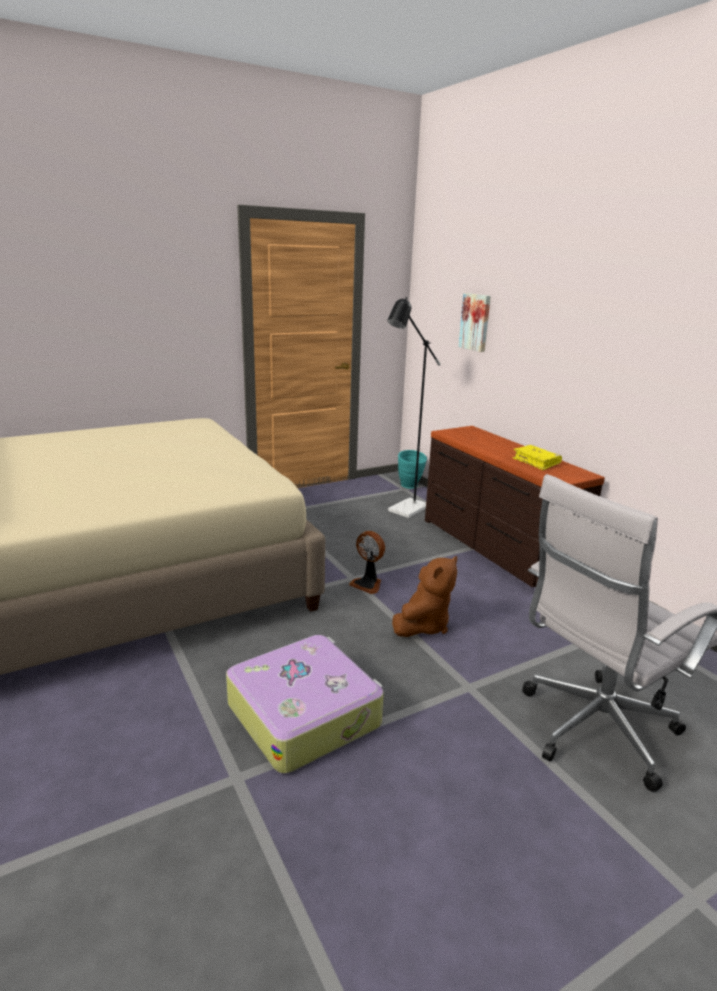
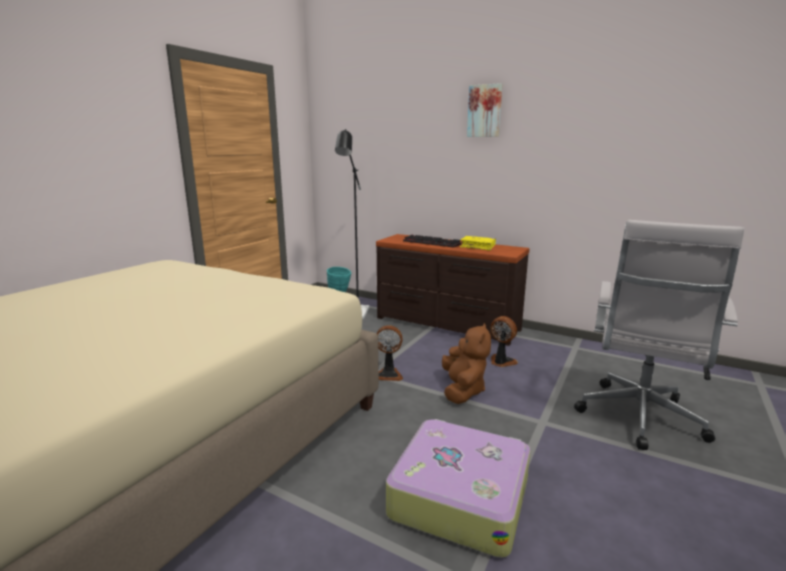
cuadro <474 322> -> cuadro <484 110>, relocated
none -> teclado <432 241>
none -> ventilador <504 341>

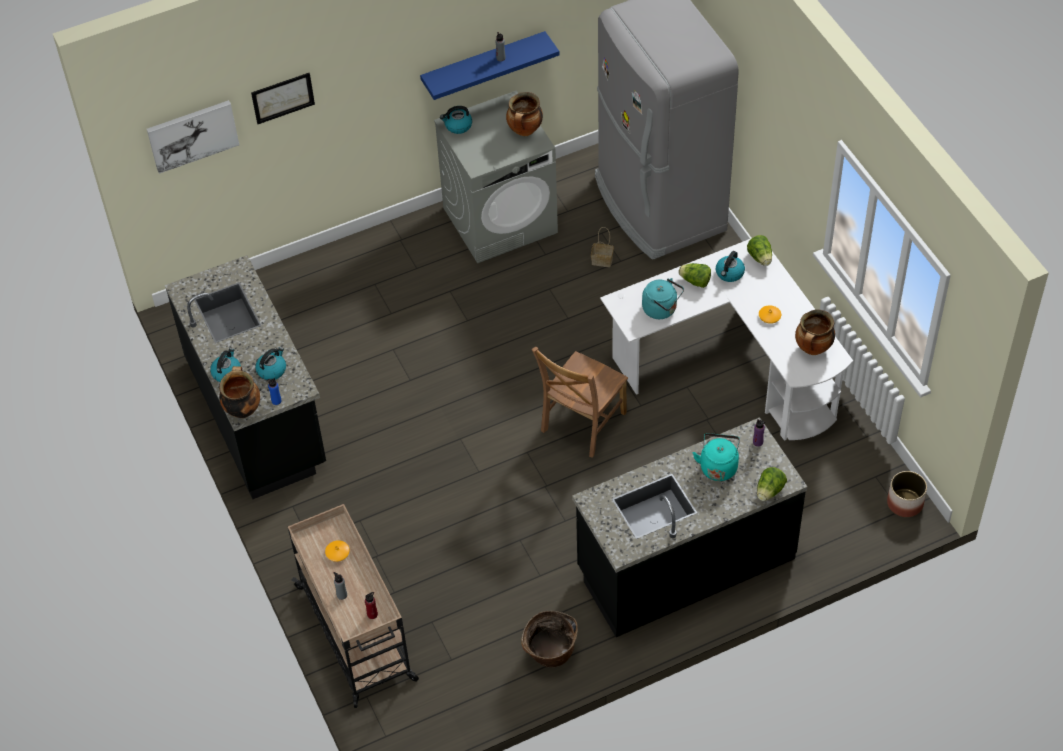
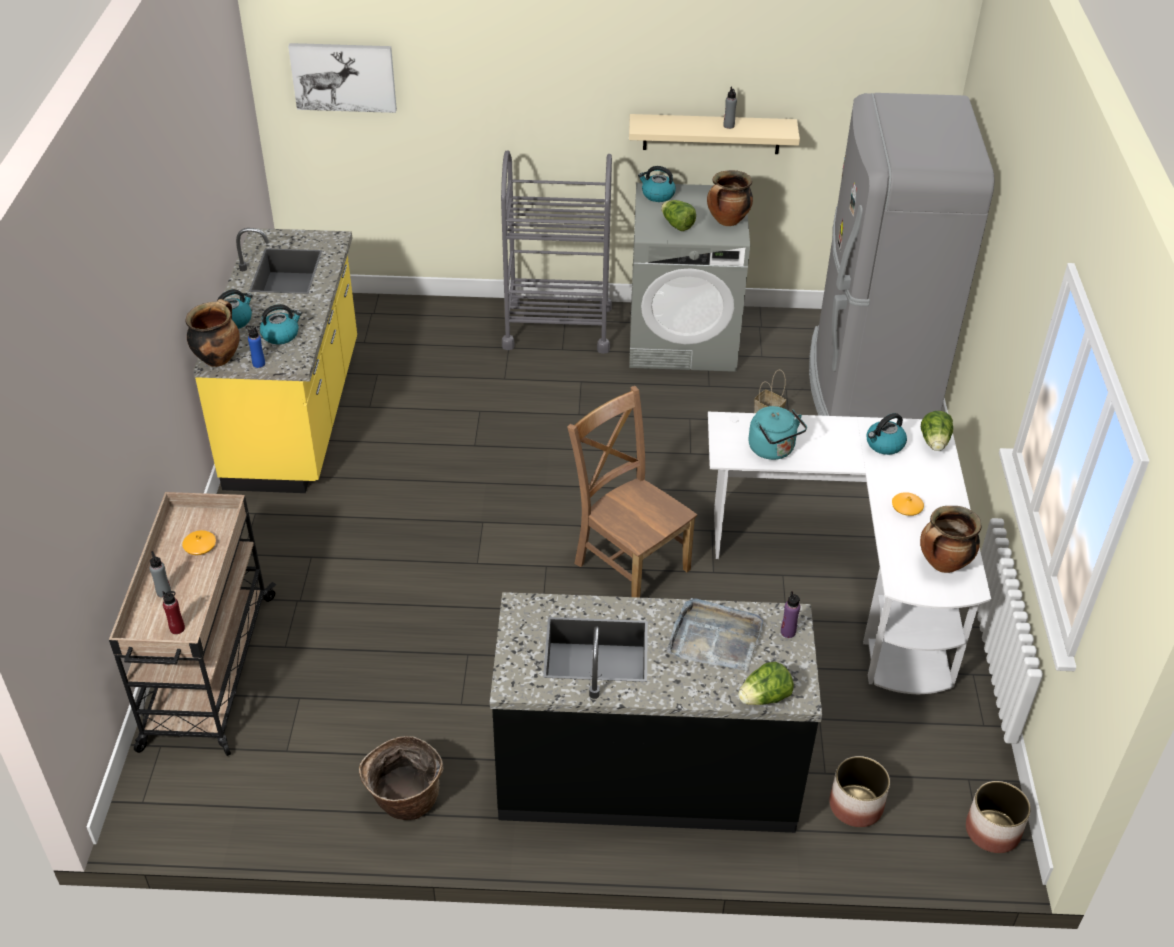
estante/azul <490 65> -> estante/beis <714 134>
cuadro <283 98> -> none
mueble bajo de cocina/negro <245 377> -> mueble bajo de cocina/amarillo <275 360>
lechuga <694 275> -> lechuga <678 215>, relocated
silla/marrón <580 402> -> silla/marrón <632 492>, 75 degrees clockwise
hervidor/turquesa <716 457> -> bandeja/gris <715 634>
none -> carrito/gris <556 252>
none -> maceta <859 791>

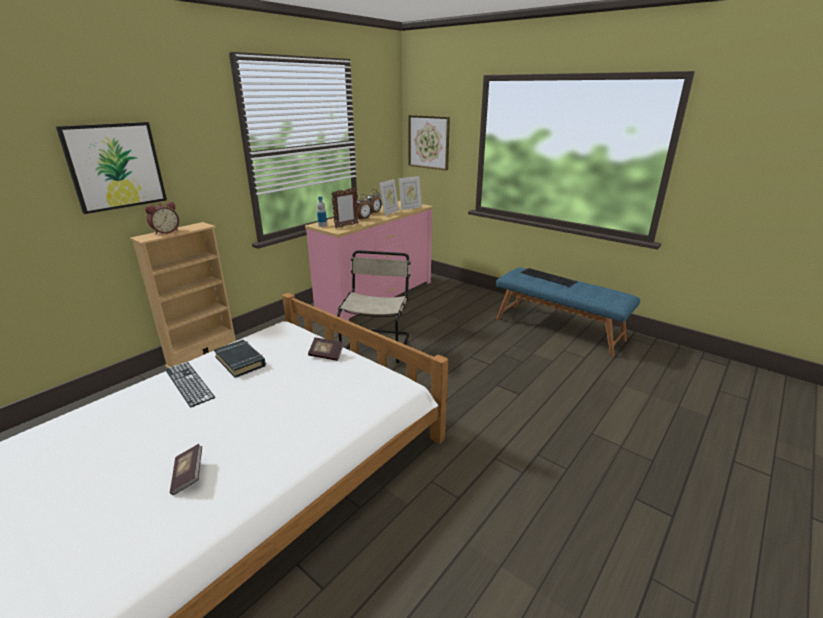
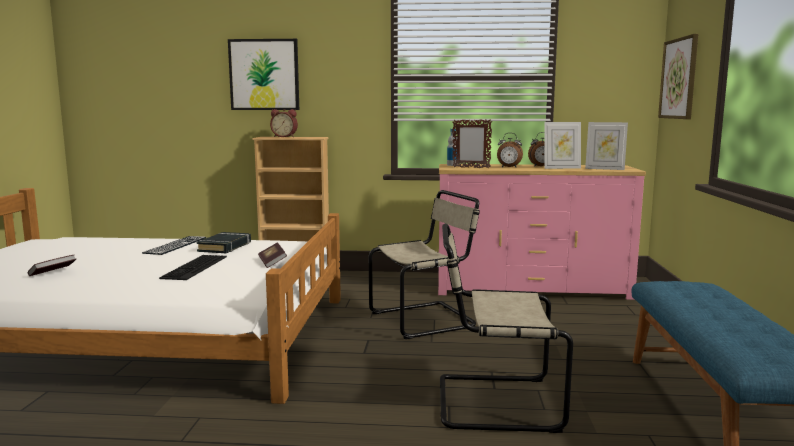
teclado <548 277> -> teclado <193 267>, relocated
none -> silla/beis <506 328>

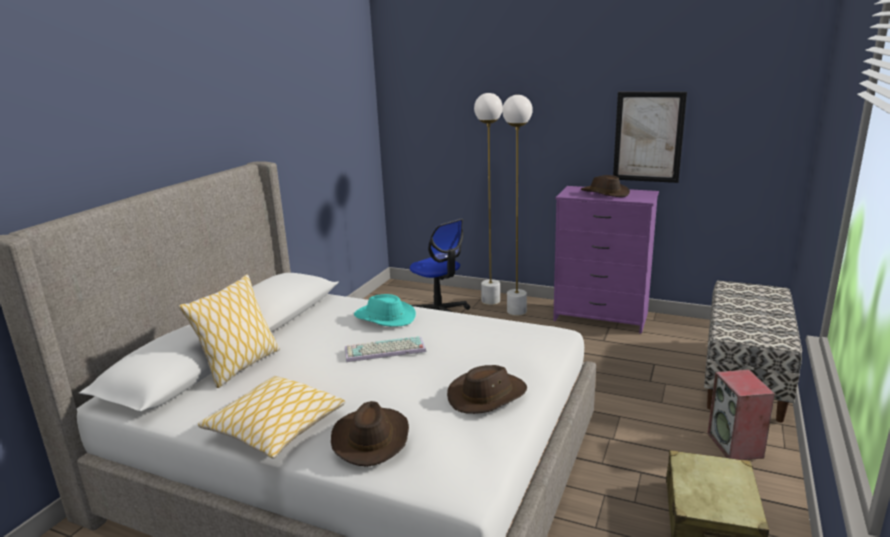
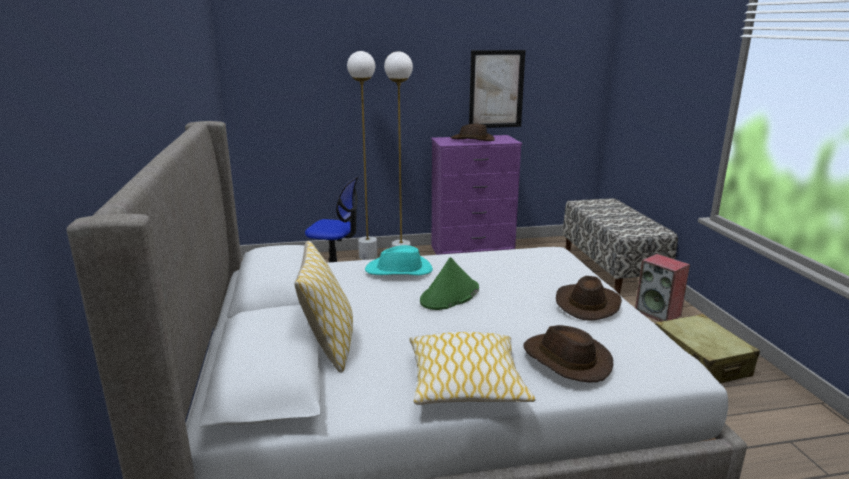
teclado <385 349> -> sombrero/verde <449 283>

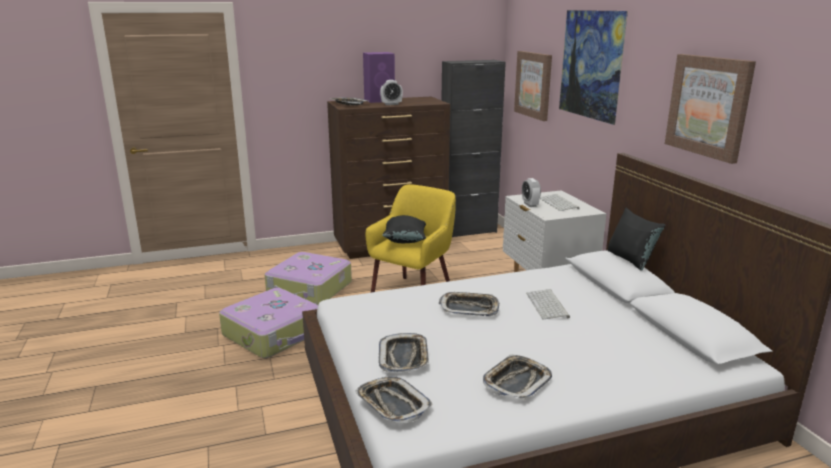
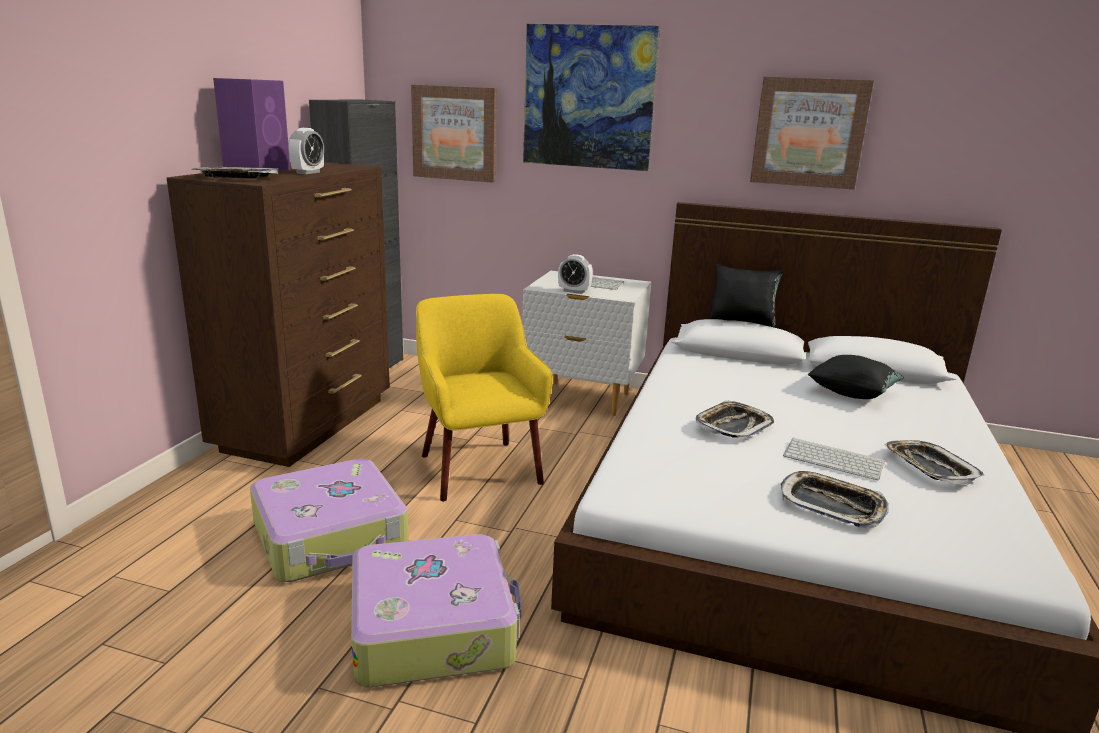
cojín/negro <404 229> -> cojín/negro <856 377>, relocated
teclado <548 304> -> teclado <834 458>, relocated
bandeja <394 399> -> none

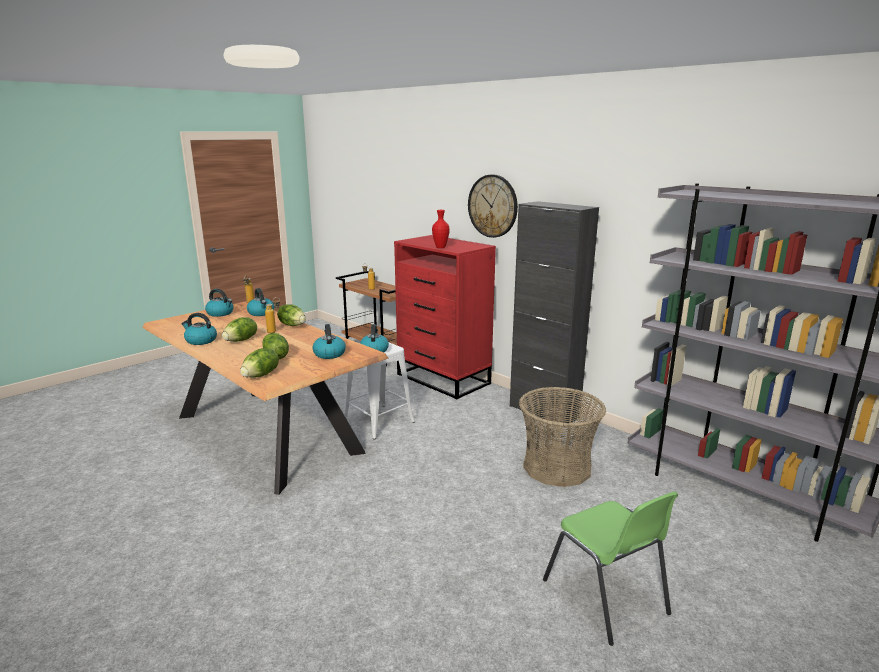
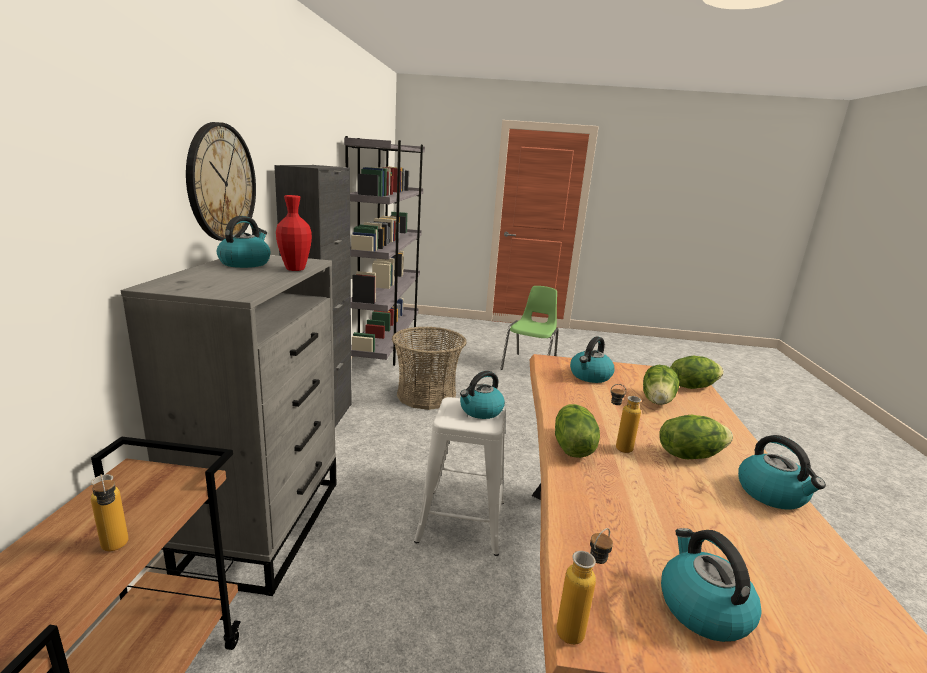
cómoda/rojo <445 317> -> cómoda/gris <228 425>
hervidor <260 302> -> hervidor <244 242>, relocated

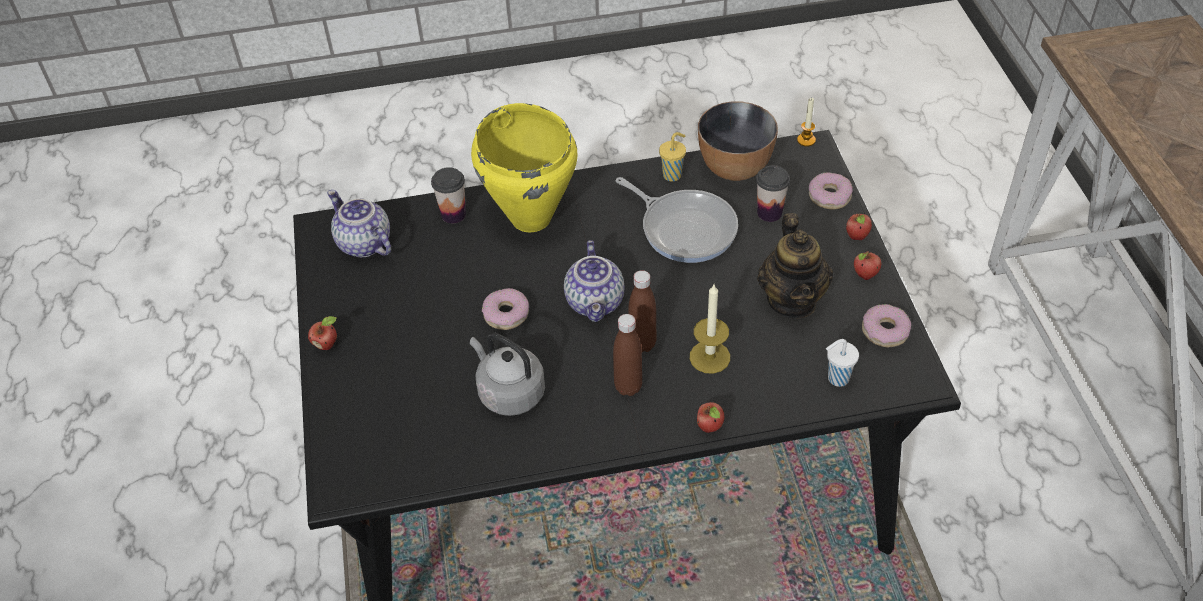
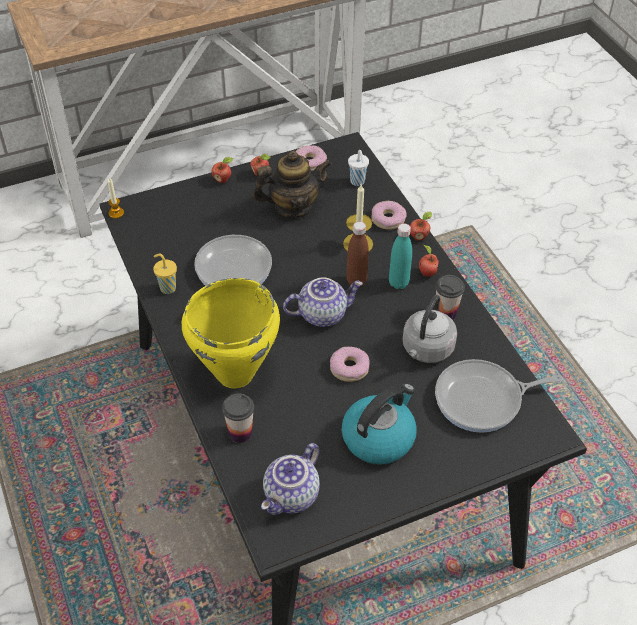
cuenco <738 141> -> none
taza <773 193> -> taza <450 297>, relocated
rosquilla <831 191> -> rosquilla <388 215>, relocated
botella/marrón <627 355> -> botella/turquesa <400 256>
manzana <322 333> -> manzana <429 260>, relocated
none -> sartén <498 396>
none -> hervidor <379 424>

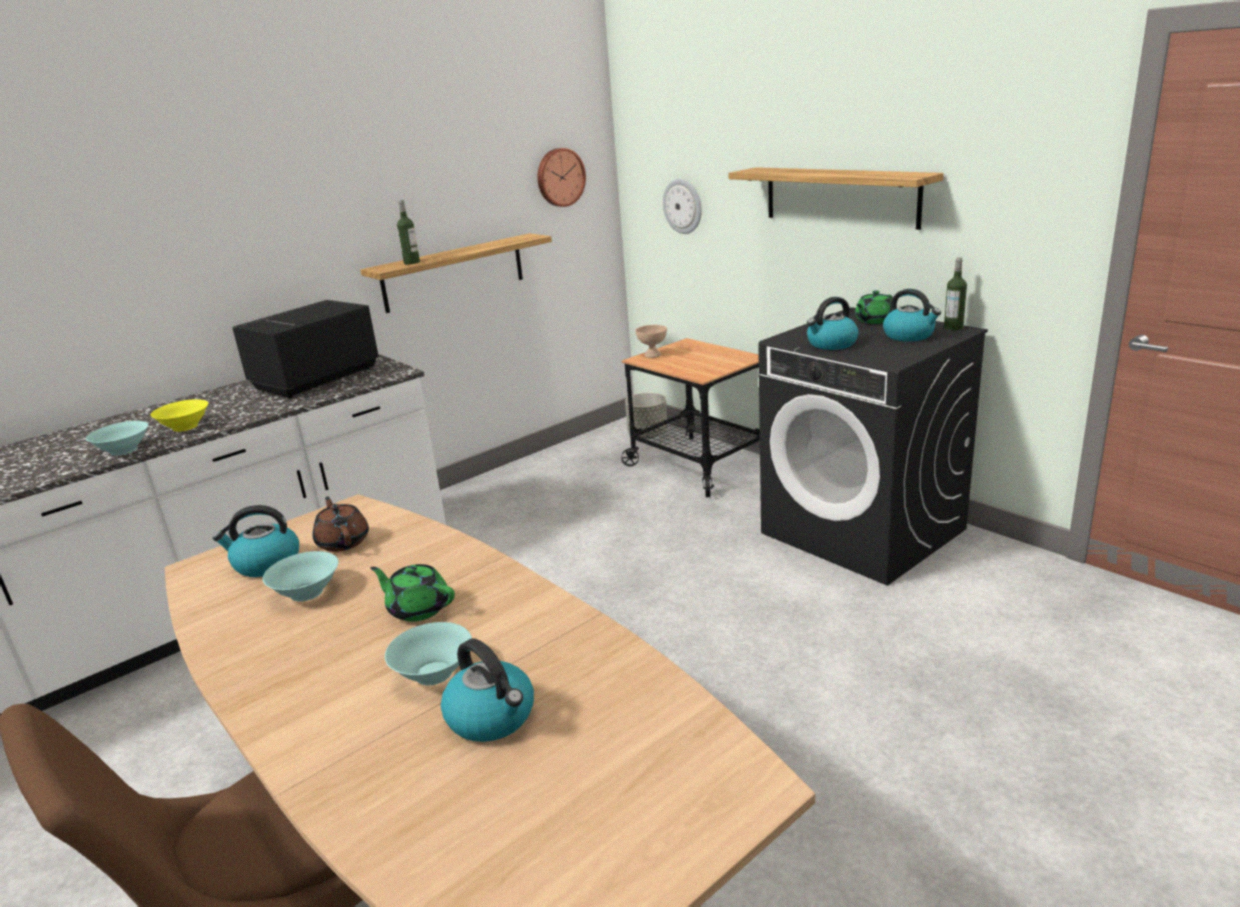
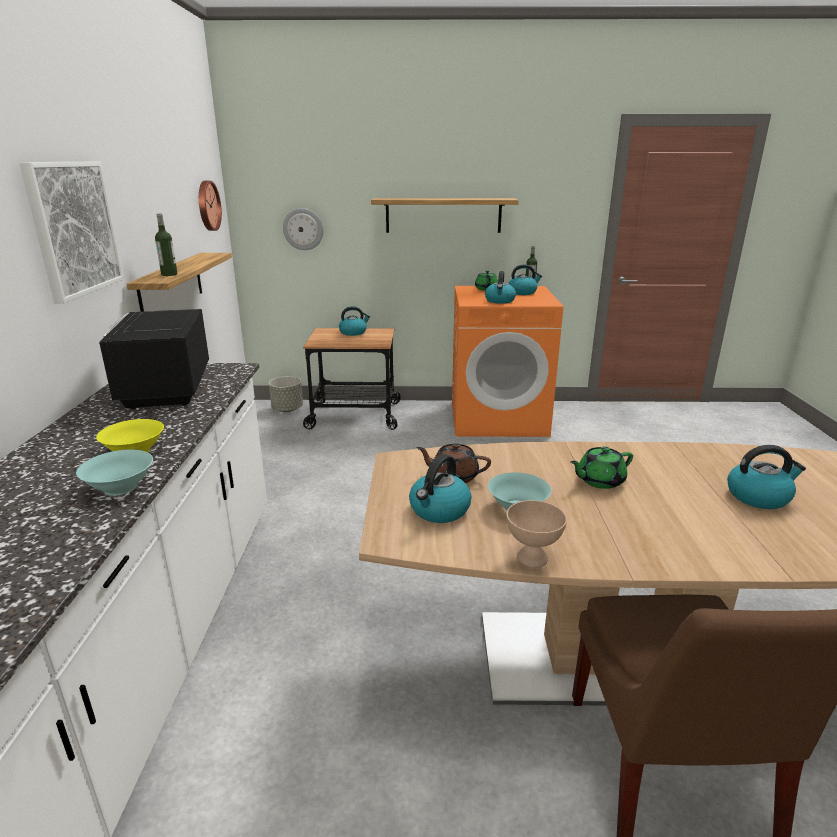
lavadora/negro <873 446> -> lavadora/naranja <507 361>
cuenco/beis <651 341> -> cuenco/beis <536 534>, relocated
cuenco/turquesa <428 653> -> none
none -> cuadro <71 233>
none -> hervidor <354 321>

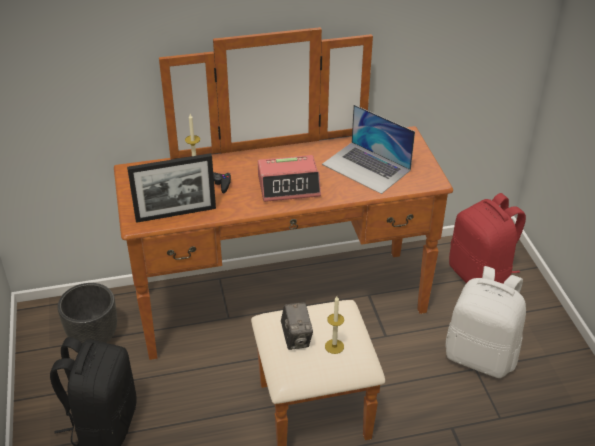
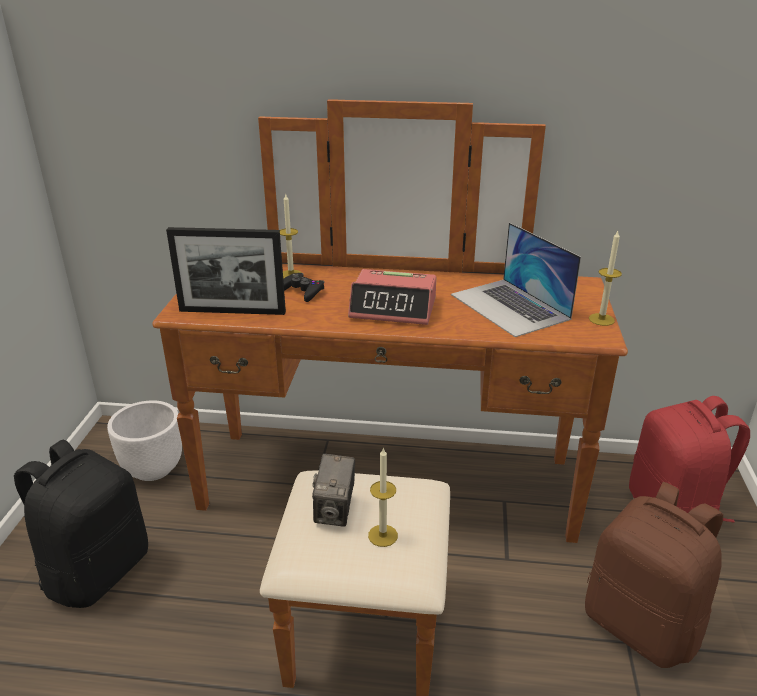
mochila/blanco <485 322> -> mochila/marrón <654 575>
maceta/negro <87 313> -> maceta/blanco <144 440>
none -> vela <605 278>

